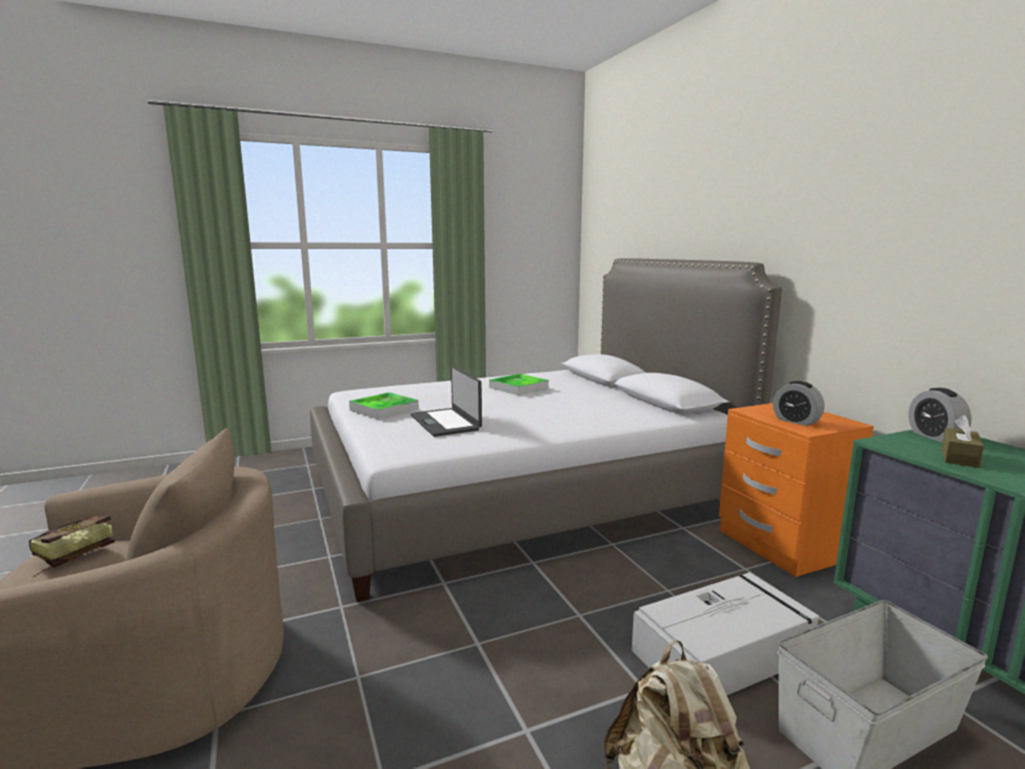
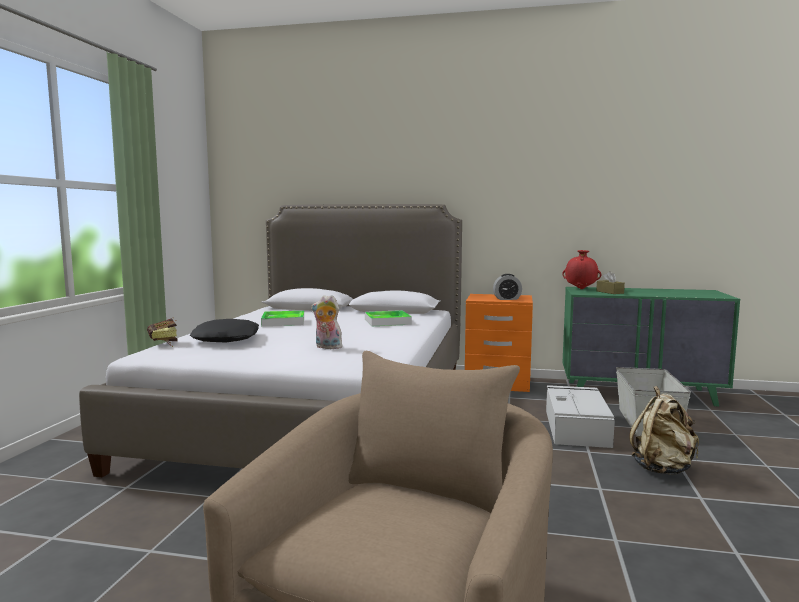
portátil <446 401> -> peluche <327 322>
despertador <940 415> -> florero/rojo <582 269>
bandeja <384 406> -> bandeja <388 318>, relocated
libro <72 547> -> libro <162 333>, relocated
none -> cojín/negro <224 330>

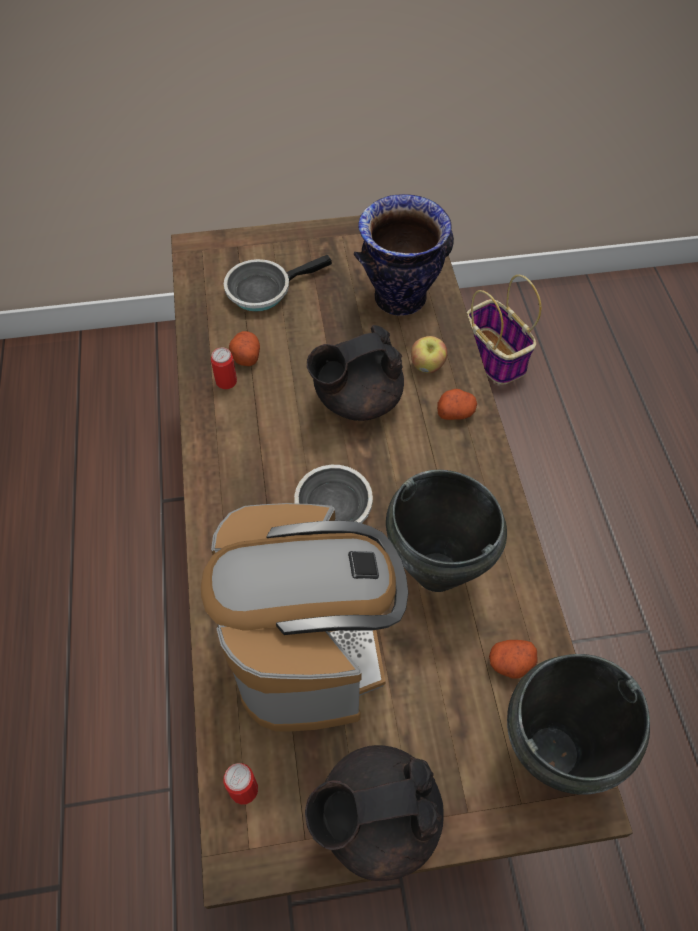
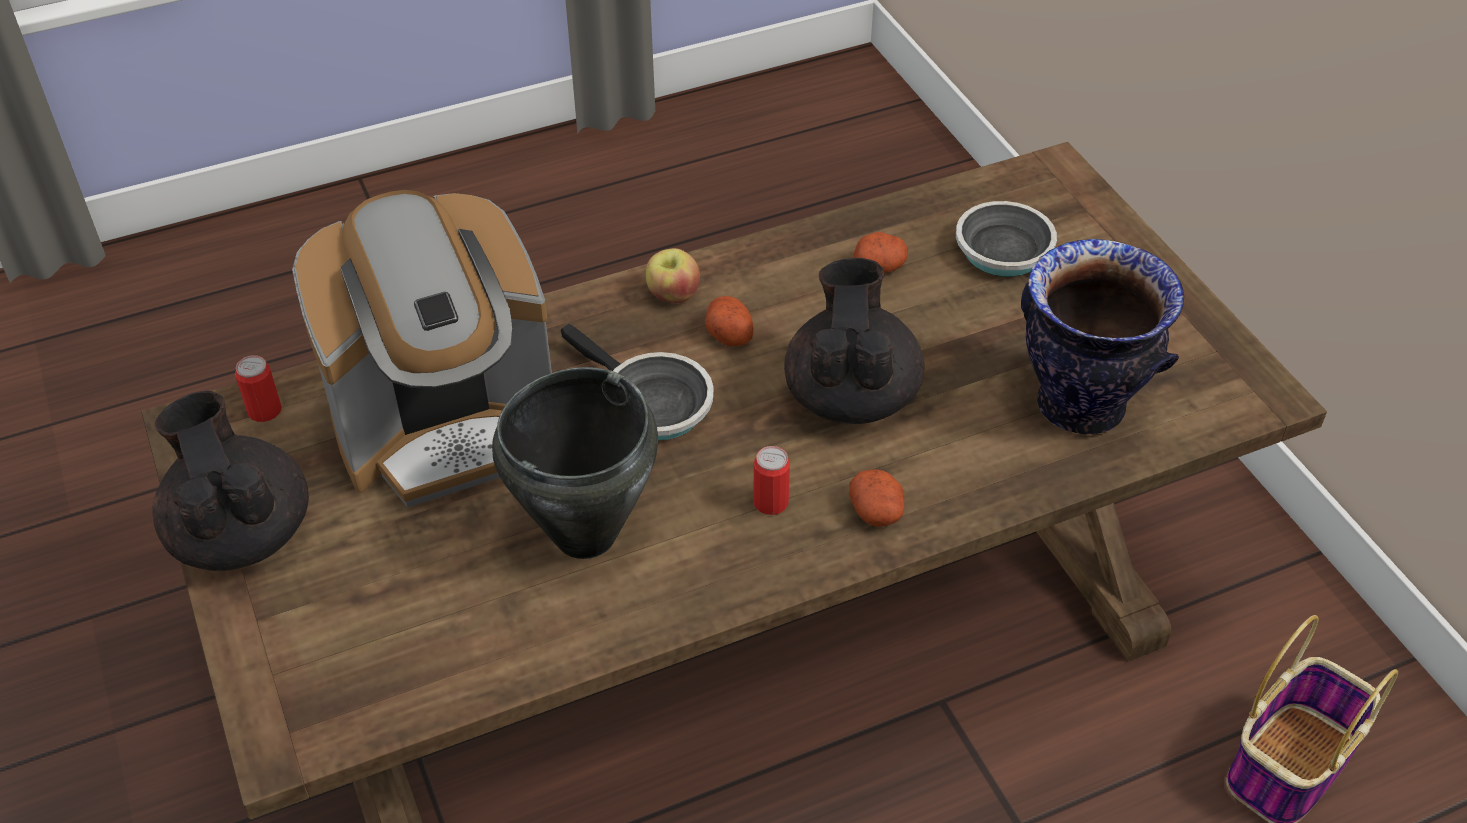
tetera/negro <355 373> -> tetera/negro <854 341>, 45 degrees clockwise
manzana <429 354> -> manzana <673 275>, relocated
lata <224 368> -> lata <771 480>, relocated
patata <513 659> -> patata <729 321>, relocated
olla/negro <578 724> -> none

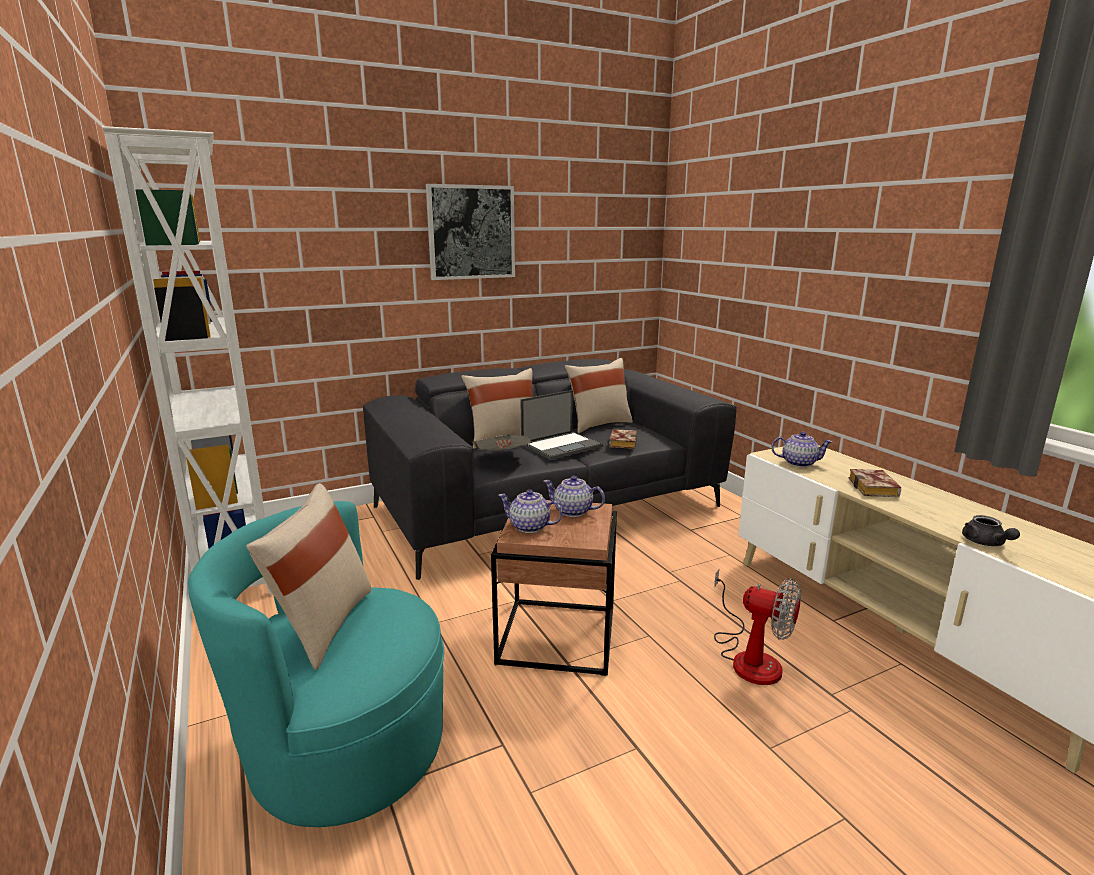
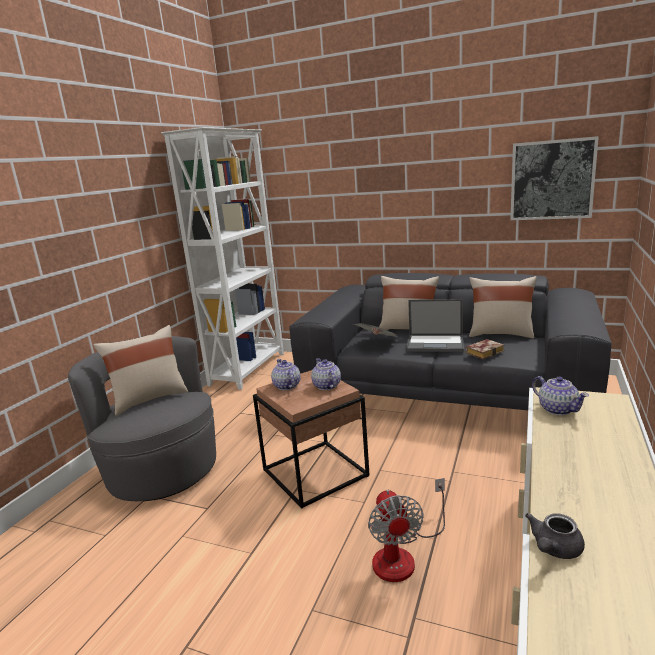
cuadro <470 232> -> cuadro <554 178>, relocated
libro <875 483> -> none
sillón/turquesa <316 664> -> sillón/gris <142 418>

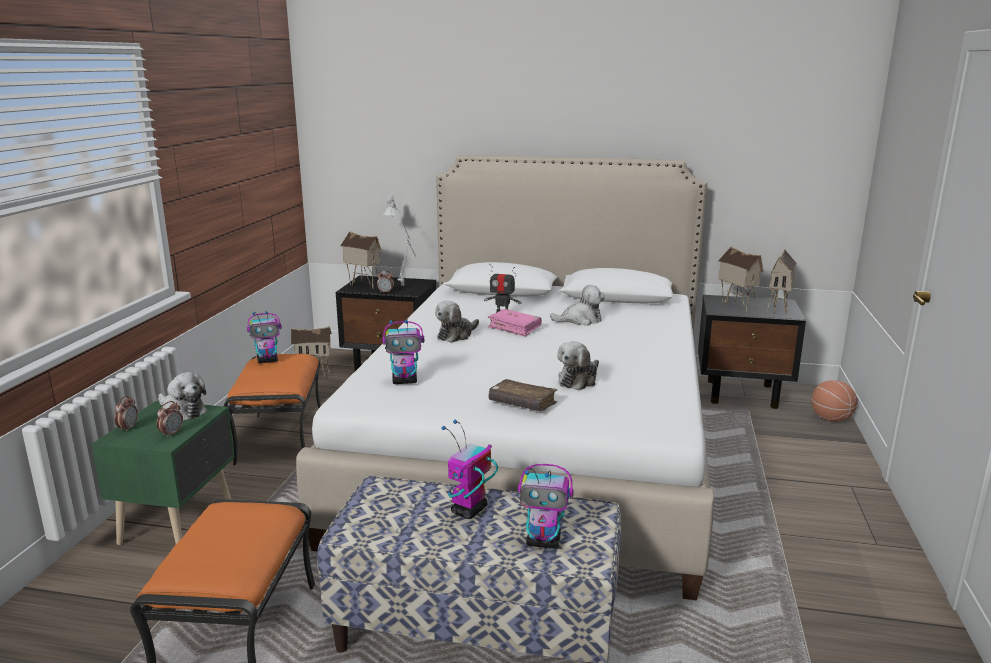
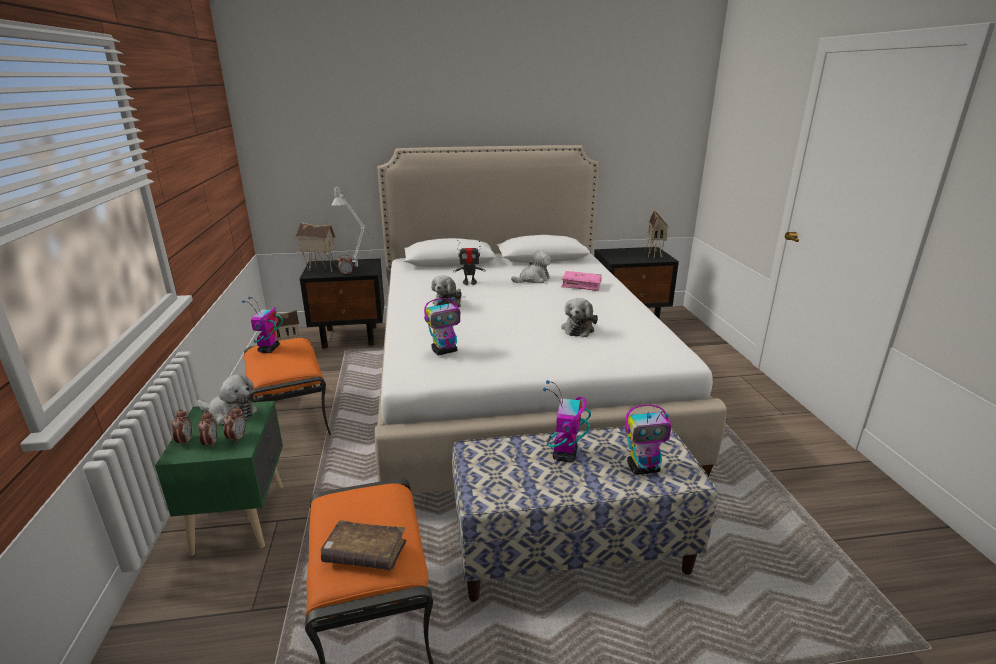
casita <740 279> -> none
libro/rosa <515 323> -> libro/rosa <581 281>, relocated
robot de juguete <264 337> -> robot de juguete <262 325>, 135 degrees clockwise
libro/marrón <523 395> -> libro/marrón <364 545>, relocated
balón de baloncesto <834 401> -> none
none -> despertador <208 429>

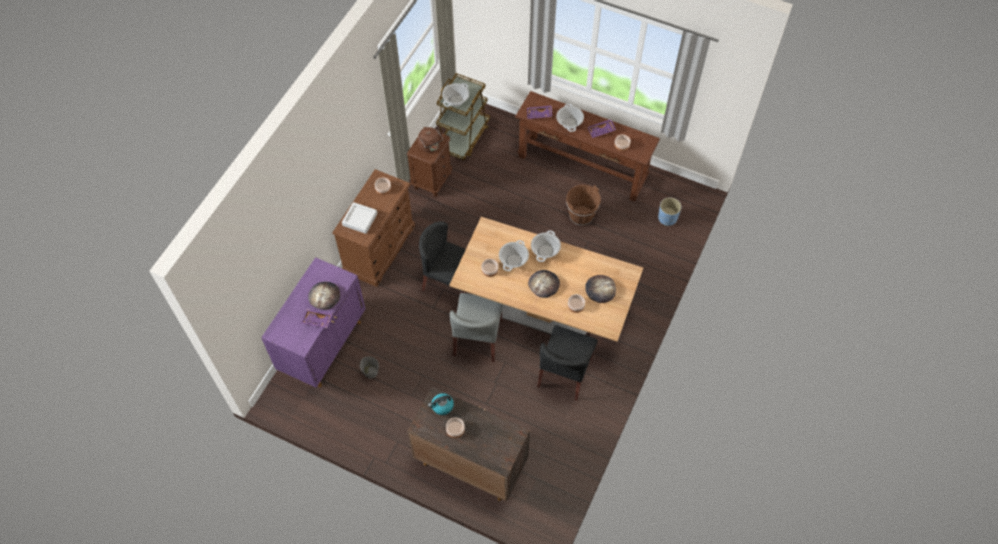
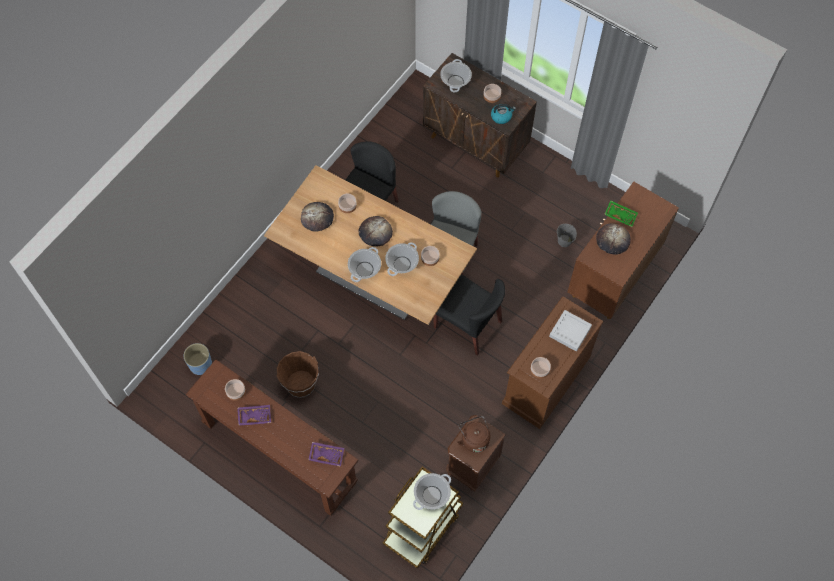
olla <570 118> -> olla <456 75>, relocated
armario/morado <313 322> -> armario/marrón <623 250>
bandeja/morado <317 318> -> bandeja/verde <621 213>

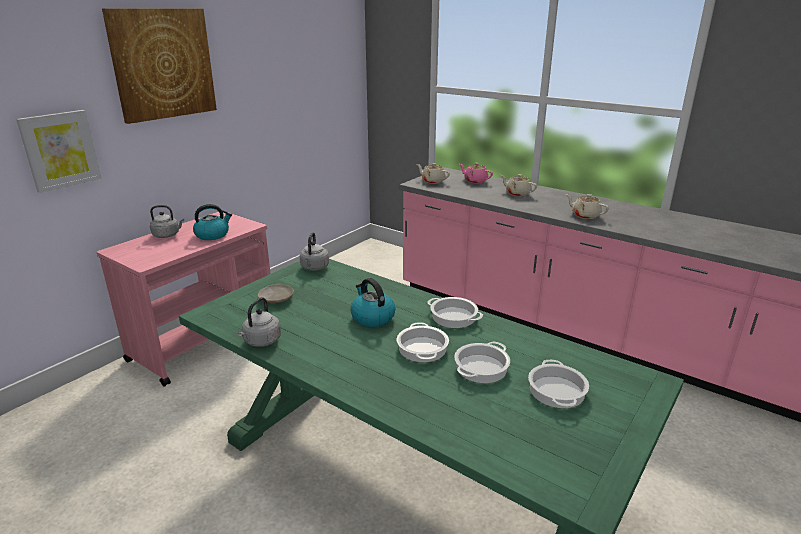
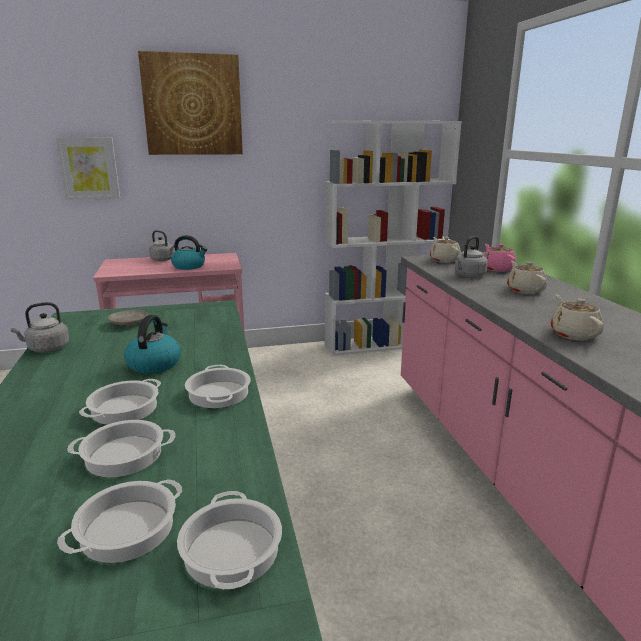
hervidor/gris <314 251> -> hervidor/gris <471 256>, relocated
none -> estantería/blanco <393 238>
none -> olla <229 540>

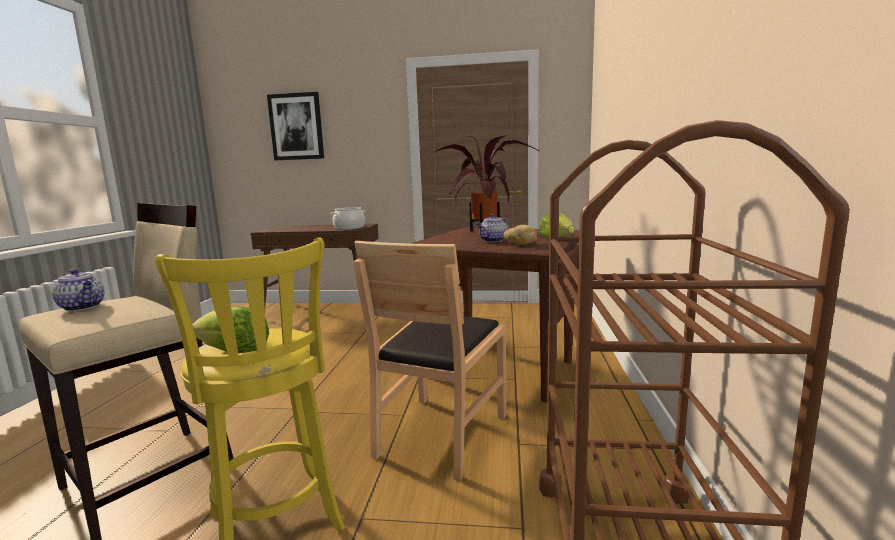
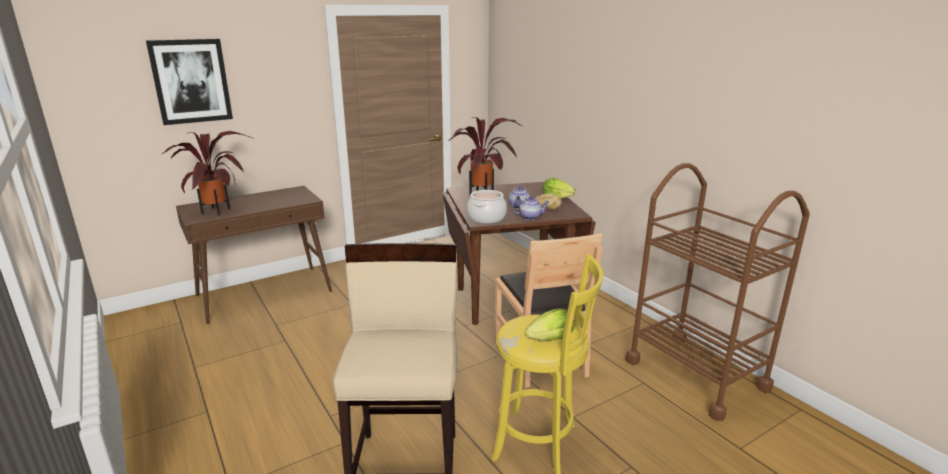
olla <348 218> -> olla <487 206>, relocated
tetera <78 290> -> tetera <530 208>, relocated
none -> planta en maceta <208 173>

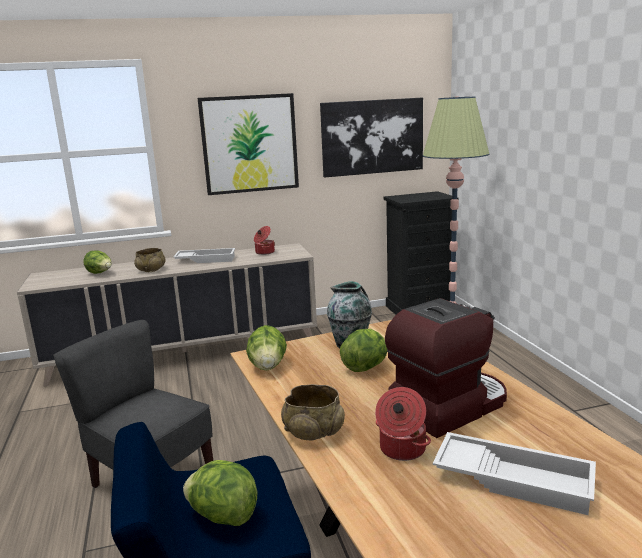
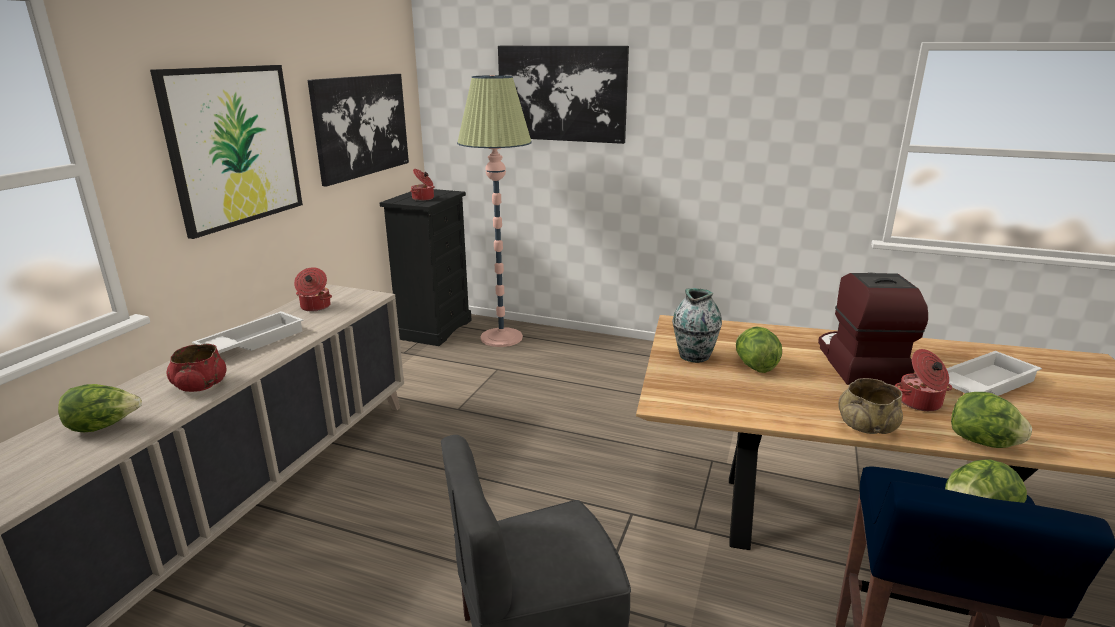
cuenco/beis <150 260> -> cuenco/rojo <196 368>
lechuga <266 347> -> lechuga <991 420>, relocated
none -> cuadro <563 95>
none -> olla <422 185>

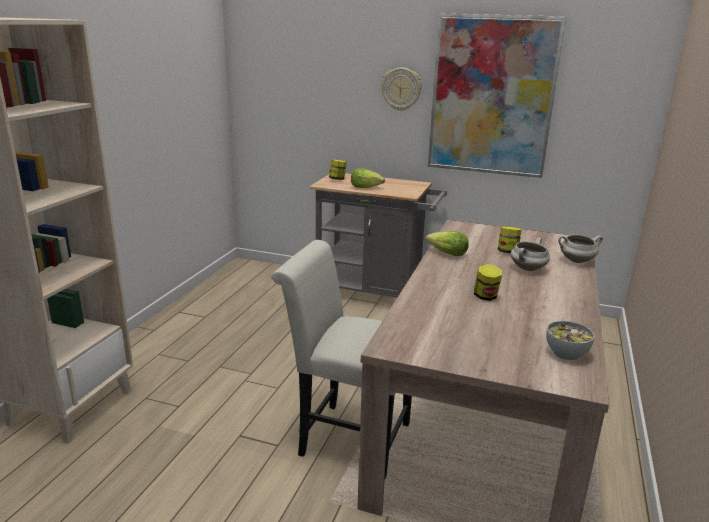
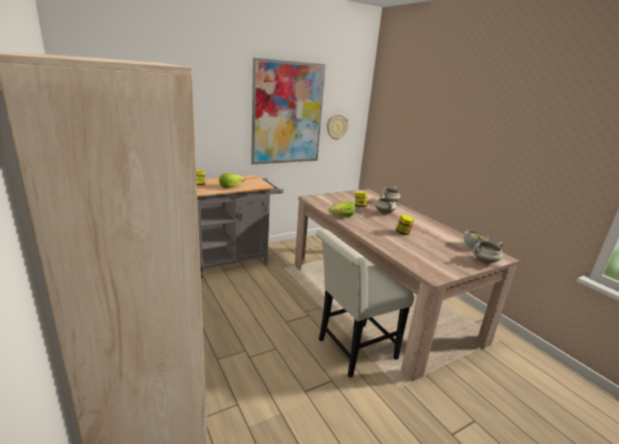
reloj de pared <401 89> -> reloj de pared <338 127>, relocated
none -> olla/blanco <488 252>

